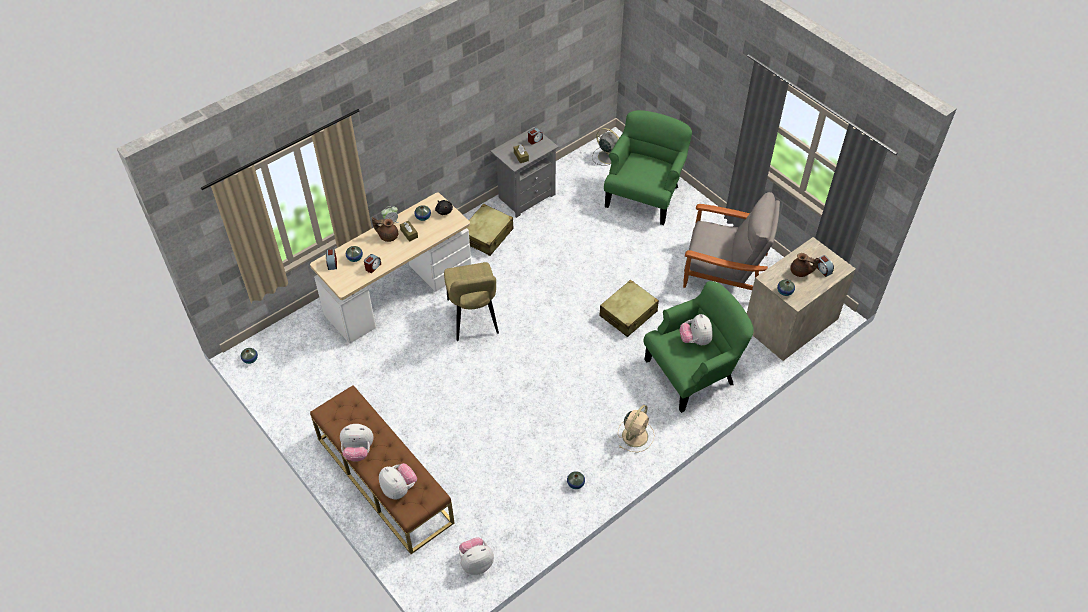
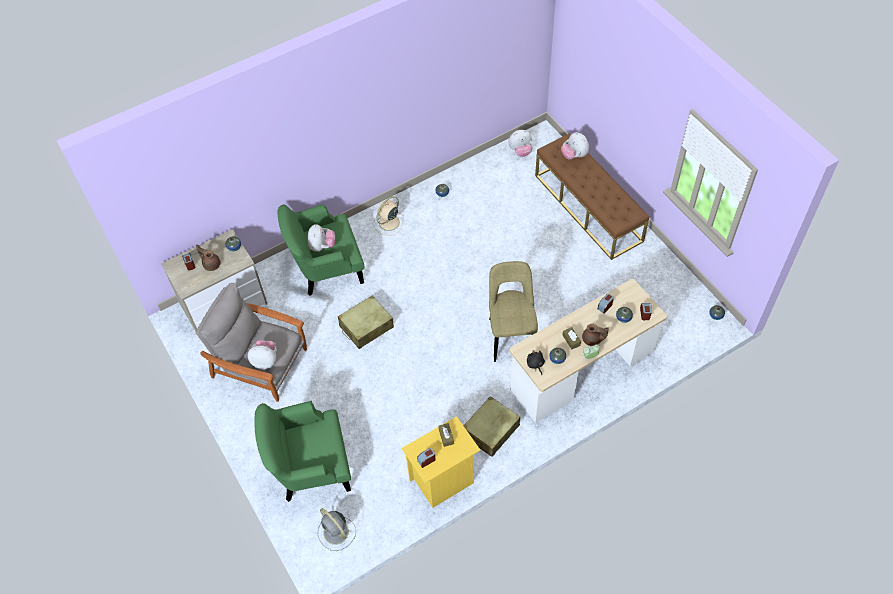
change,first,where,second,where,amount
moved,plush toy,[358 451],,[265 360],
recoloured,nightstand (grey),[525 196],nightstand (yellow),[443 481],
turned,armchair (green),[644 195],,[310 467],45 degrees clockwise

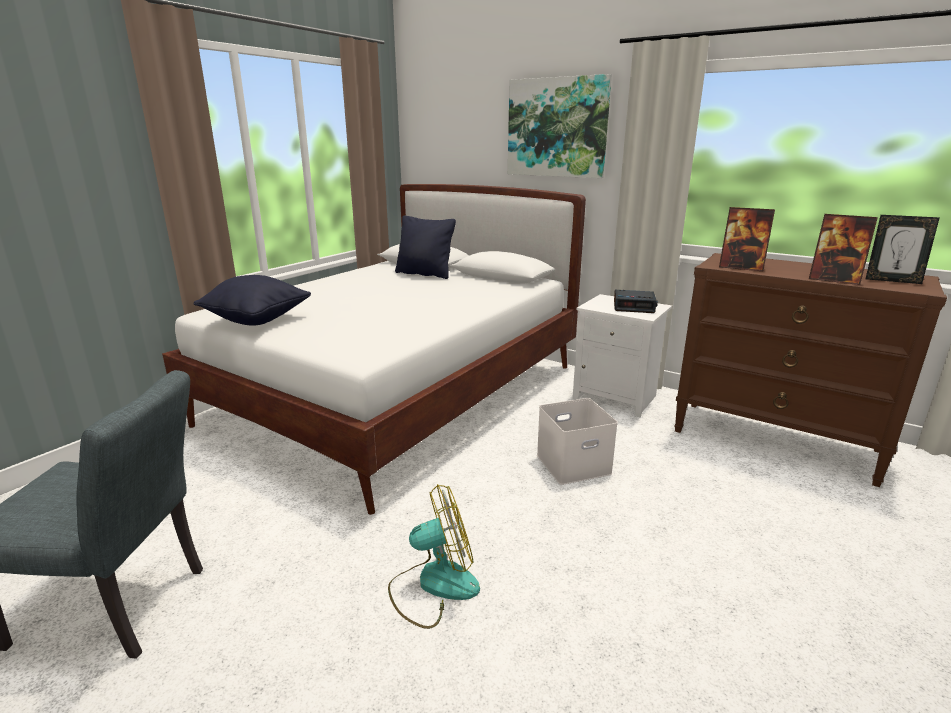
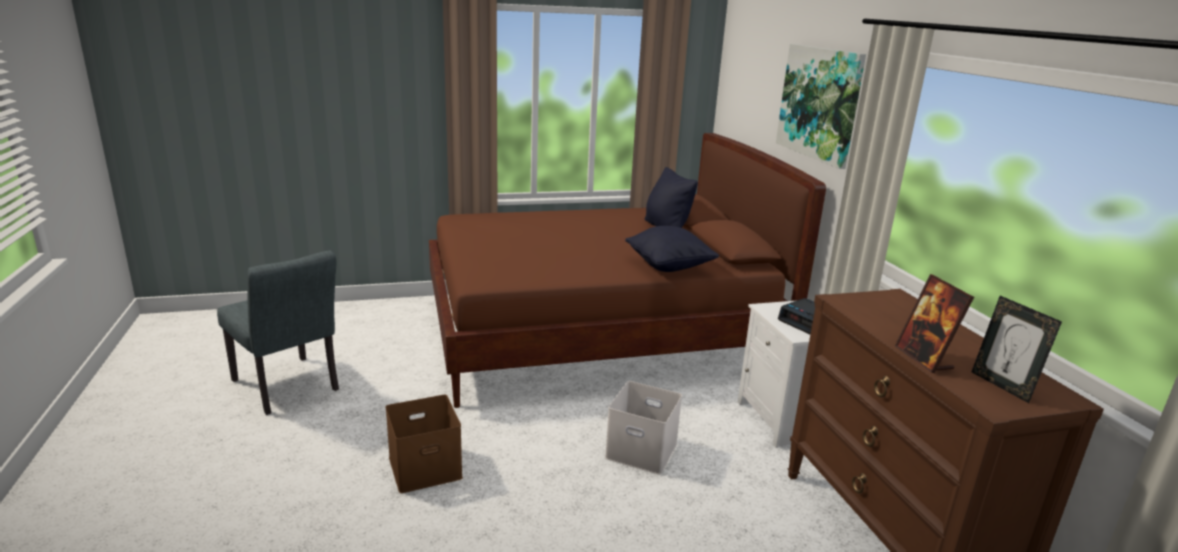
change,first,where,second,where,amount
removed,picture frame,[741 267],,,
moved,pillow (black),[257 320],,[669 266],
replaced,fan,[434 585],storage box (brown),[426 466],
recoloured,bed (white),[399 394],bed (brown),[597 334],

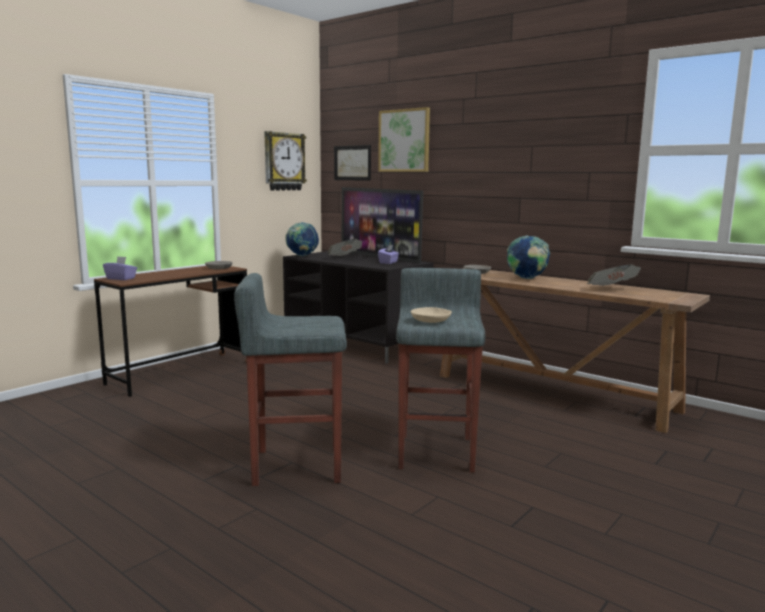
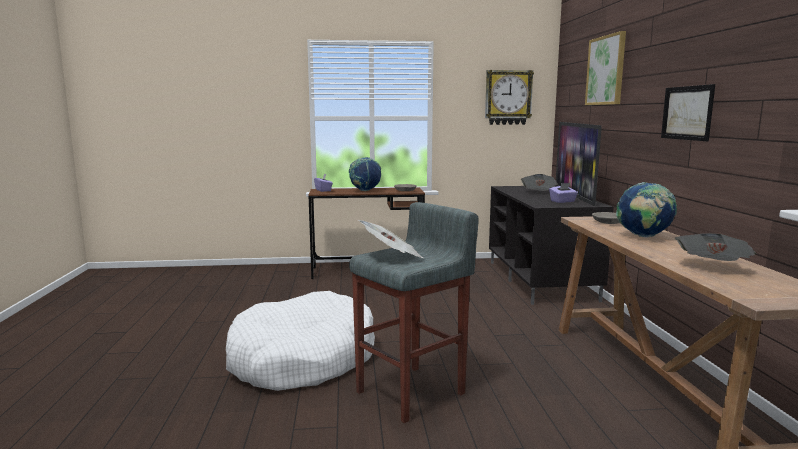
change,first,where,second,where,amount
moved,globe,[302 256],,[365 191],
moved,picture,[352 163],,[687 113],
replaced,stool (grey),[296 465],dog bed (white),[302 359],
replaced,bowl (beige),[431 320],newspaper,[391 256],

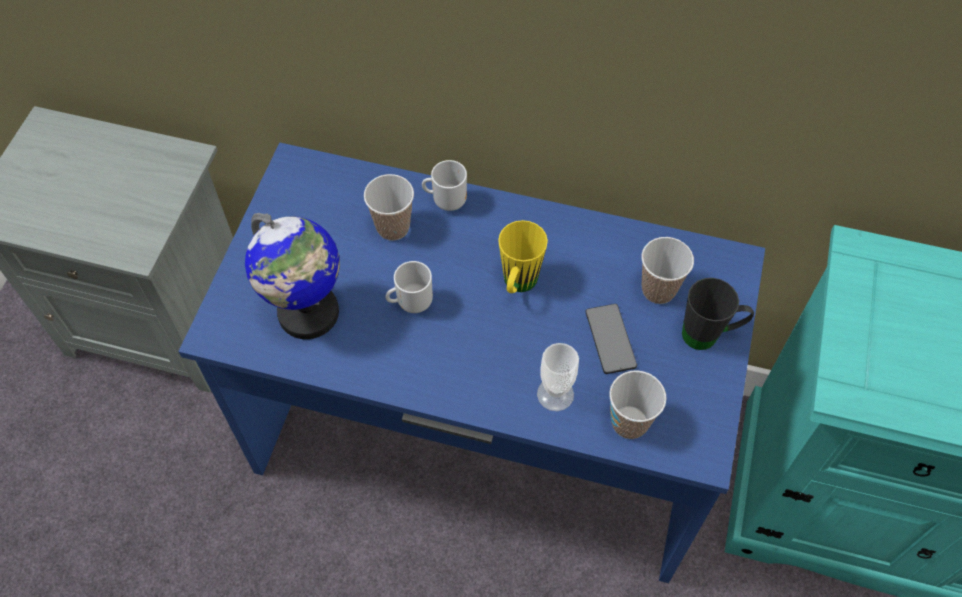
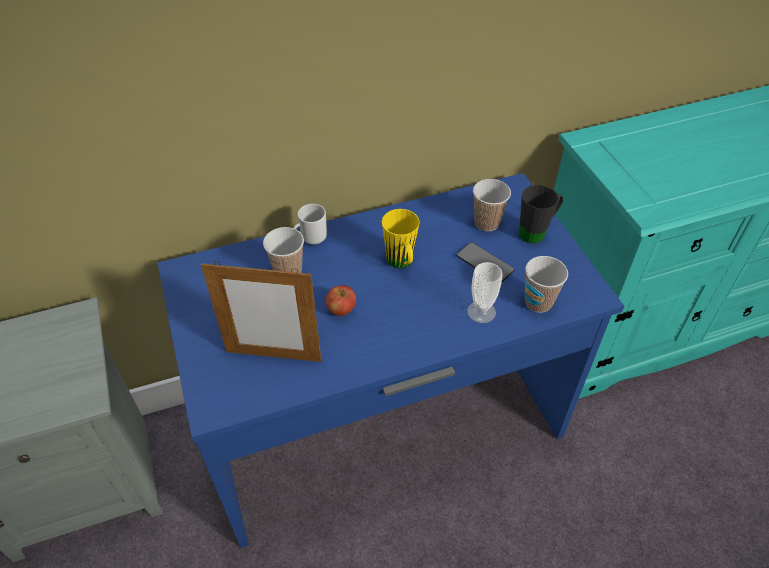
change,first,where,second,where,amount
replaced,globe,[308 313],picture frame,[273 356],
replaced,mug,[412 302],apple,[341 309],

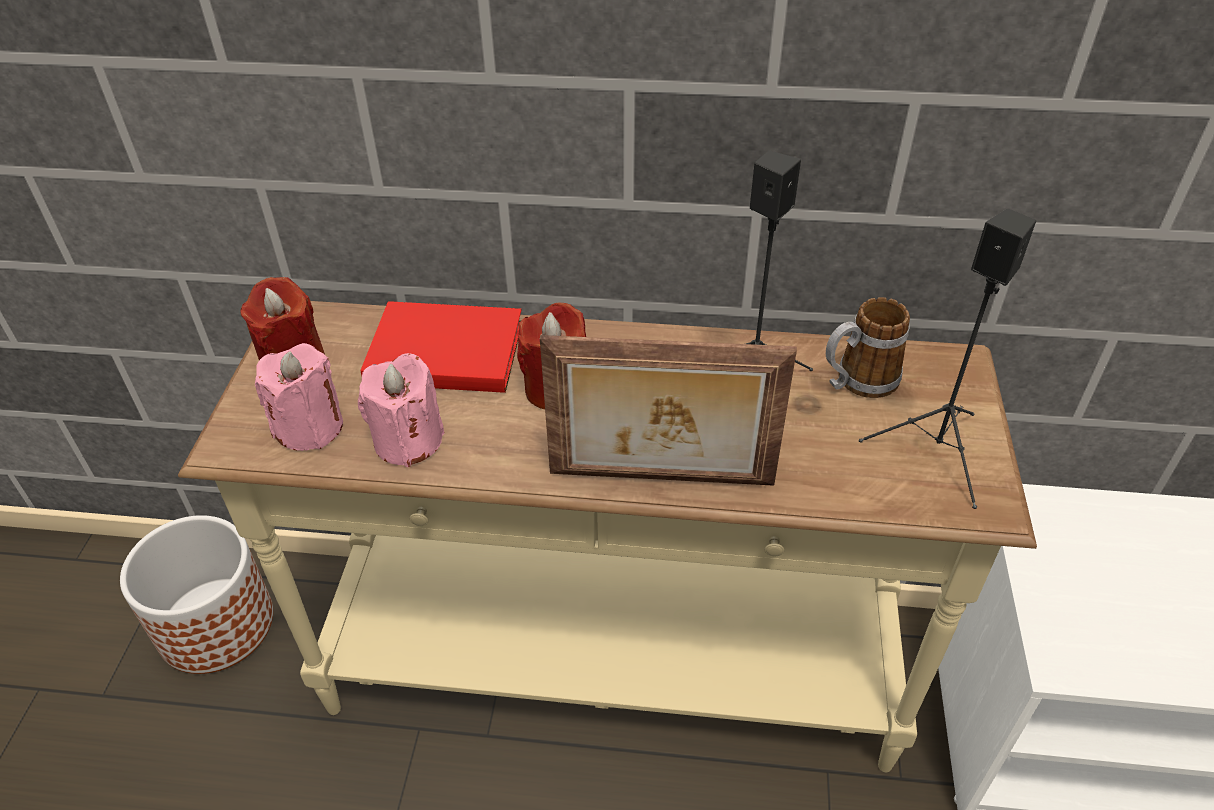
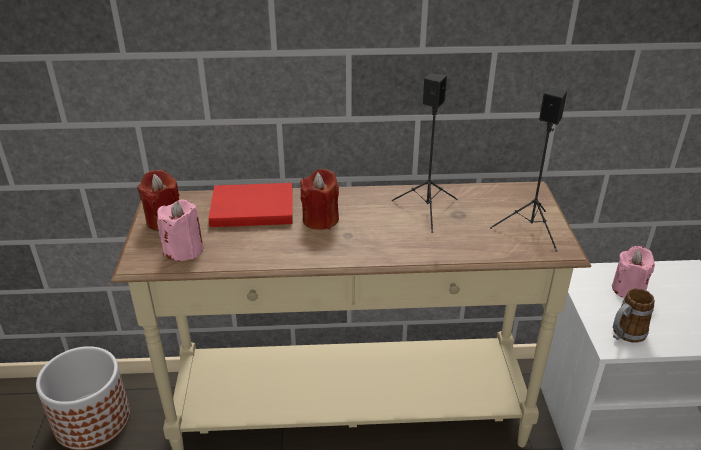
change,first,where,second,where,amount
removed,picture frame,[661 481],,,
moved,candle (pink),[408 440],,[628 289],
moved,mug,[857 383],,[624 334],

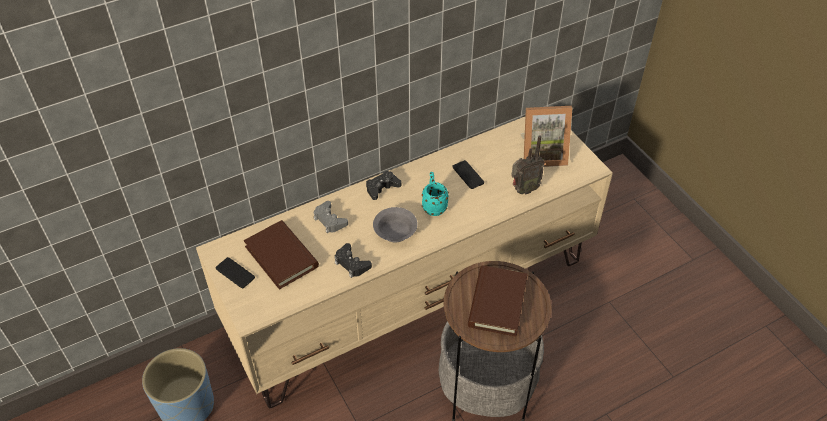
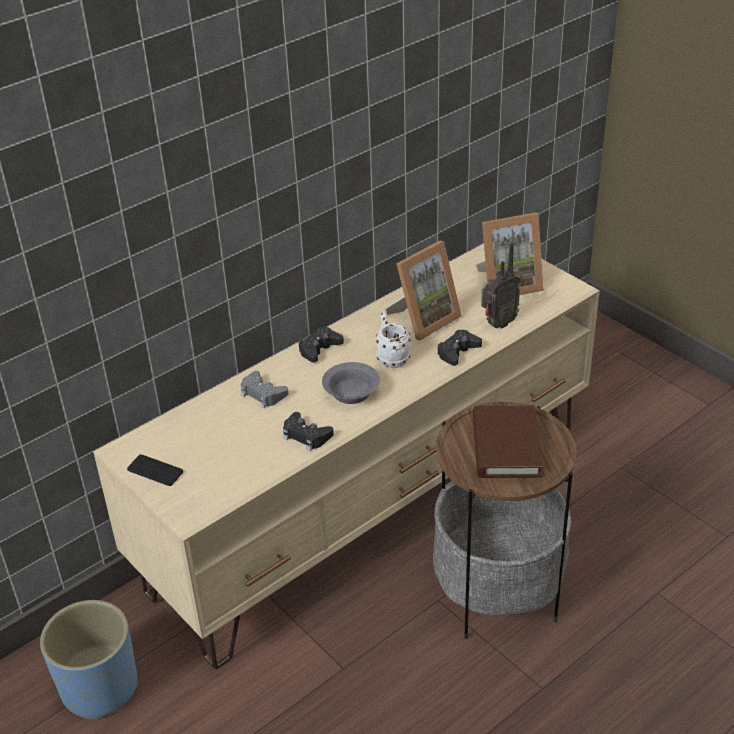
change,first,where,second,where,amount
removed,book (brown),[281 256],,,
added,,,game controller (black),[457 352],
replaced,phone,[468 175],picture frame,[423 319],
recoloured,mug (turquoise),[433 205],mug (white),[391 357],

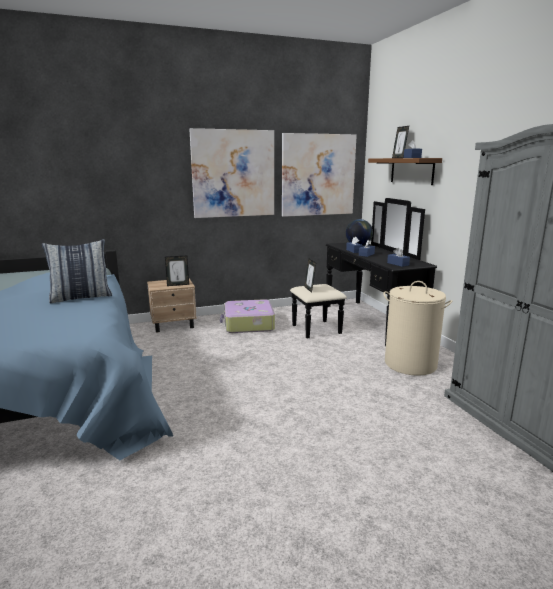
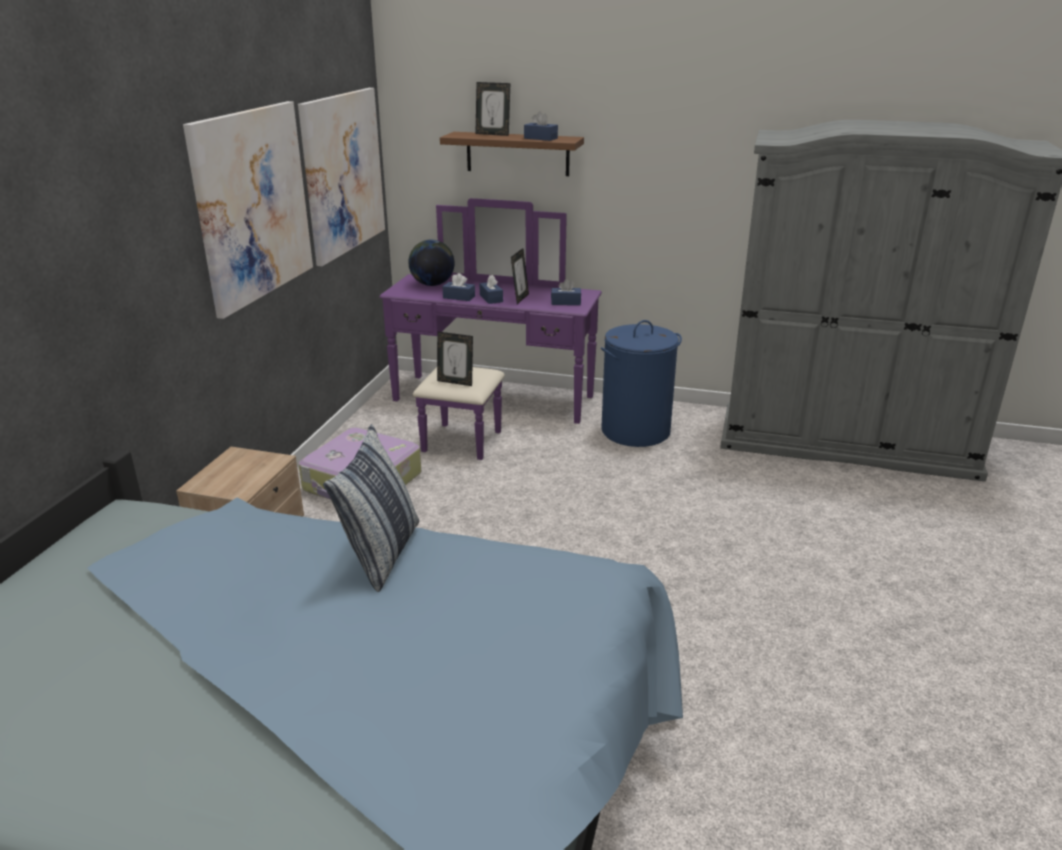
change,first,where,second,where,amount
moved,picture frame,[178 285],,[520 299],
recoloured,dresser (black),[358 323],dresser (purple),[487 408],
recoloured,laundry basket (beige),[410 364],laundry basket (blue),[635 431],

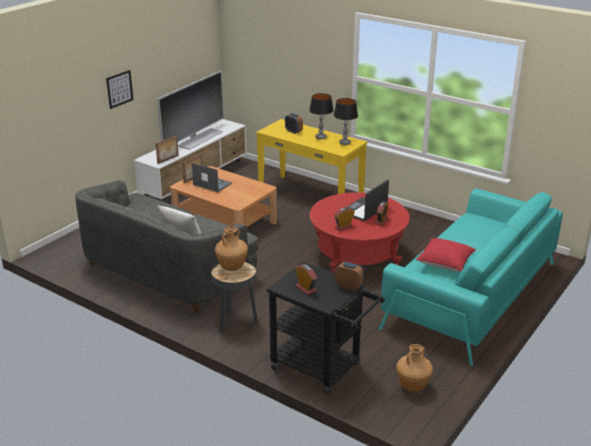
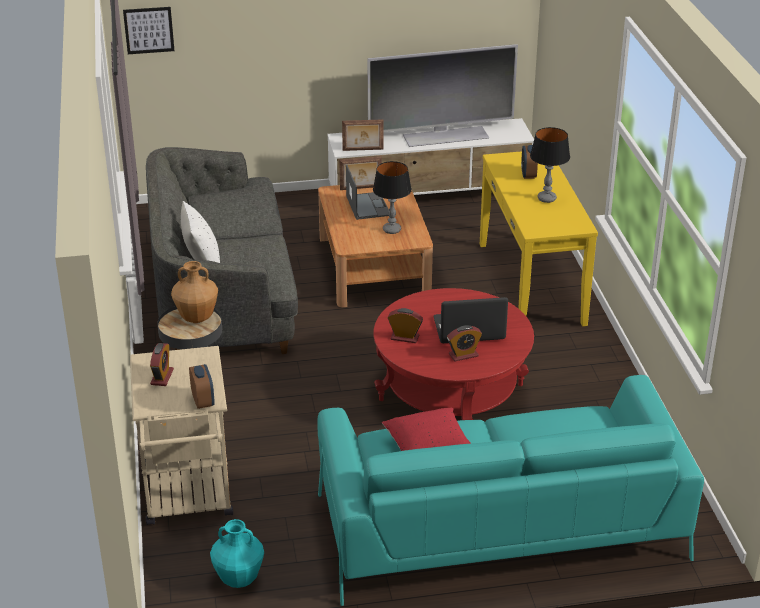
change,first,where,second,where,amount
moved,picture,[119 89],,[149 30],
moved,table lamp,[345 143],,[391 230],
recoloured,cart (black),[322 369],cart (beige),[188 496],
recoloured,vase (brown),[412 387],vase (turquoise),[238 579],

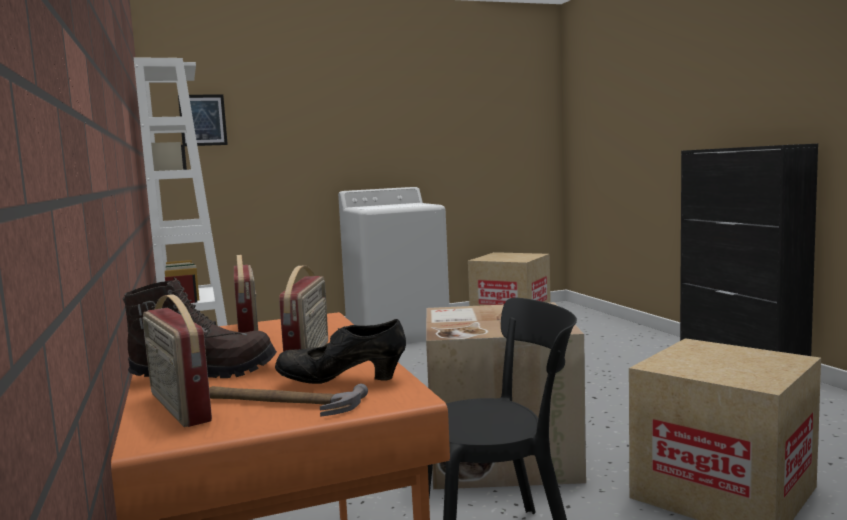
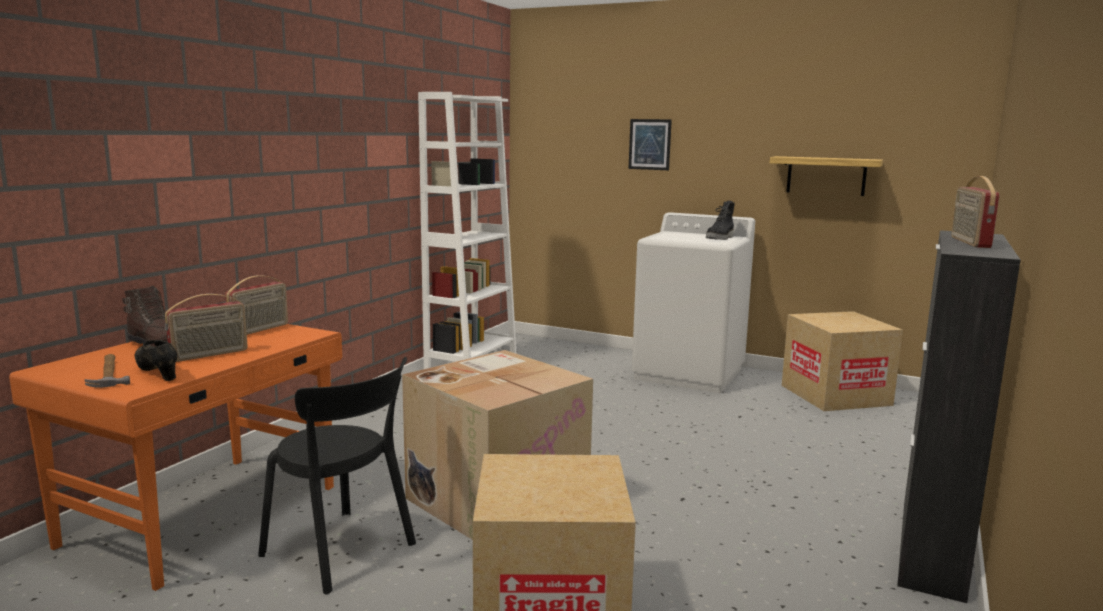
change,first,where,second,where,amount
added,,,boot (black),[720 238],
added,,,shelf,[826 176],
moved,radio,[177 408],,[969 242],
moved,picture,[203 120],,[649 144],

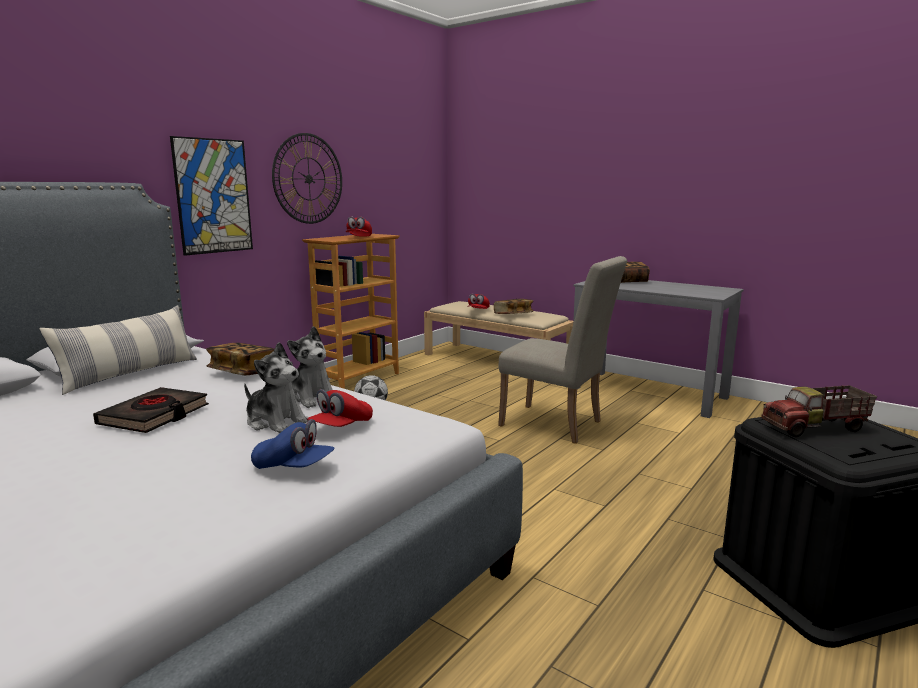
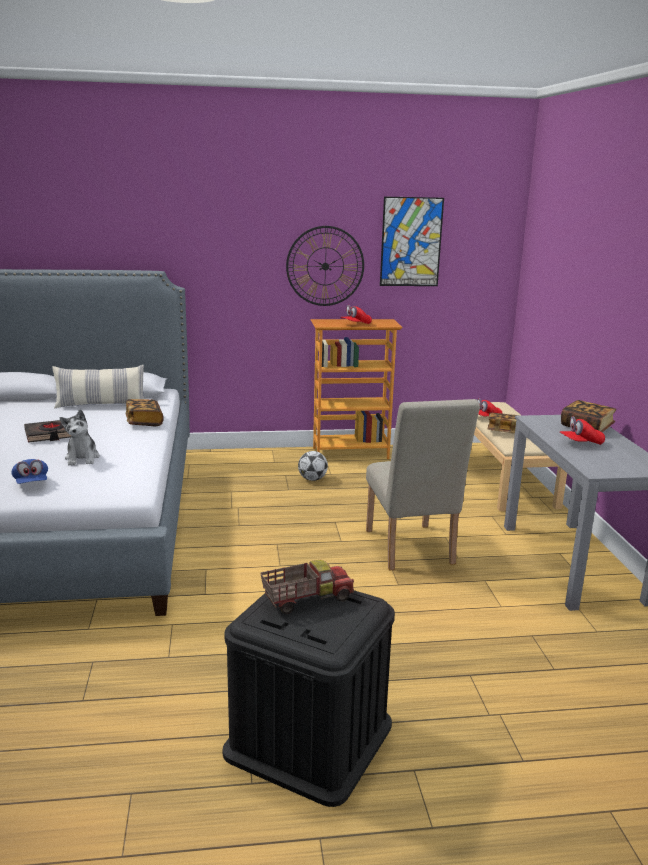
change,first,where,second,where,amount
removed,plush toy,[310 398],,,
moved,picture,[213 196],,[411 242],
moved,cap (red),[341 427],,[580 443],
turned,toy truck,[816 428],,[306 599],120 degrees clockwise

